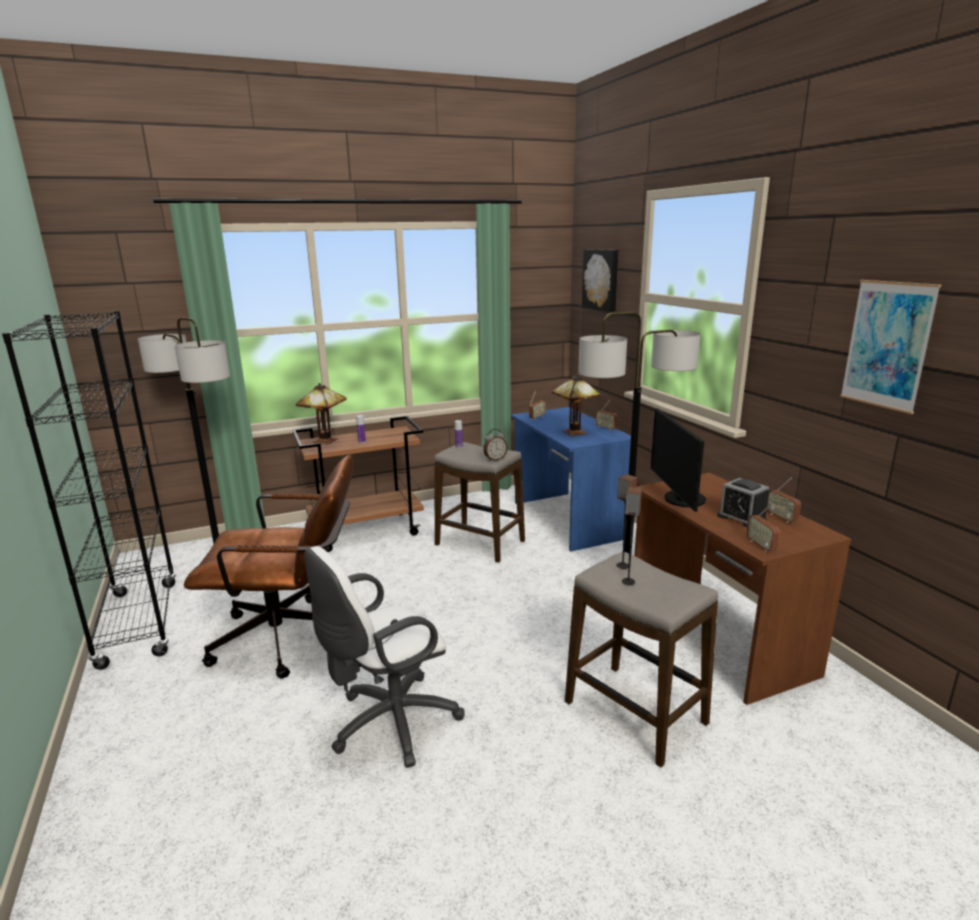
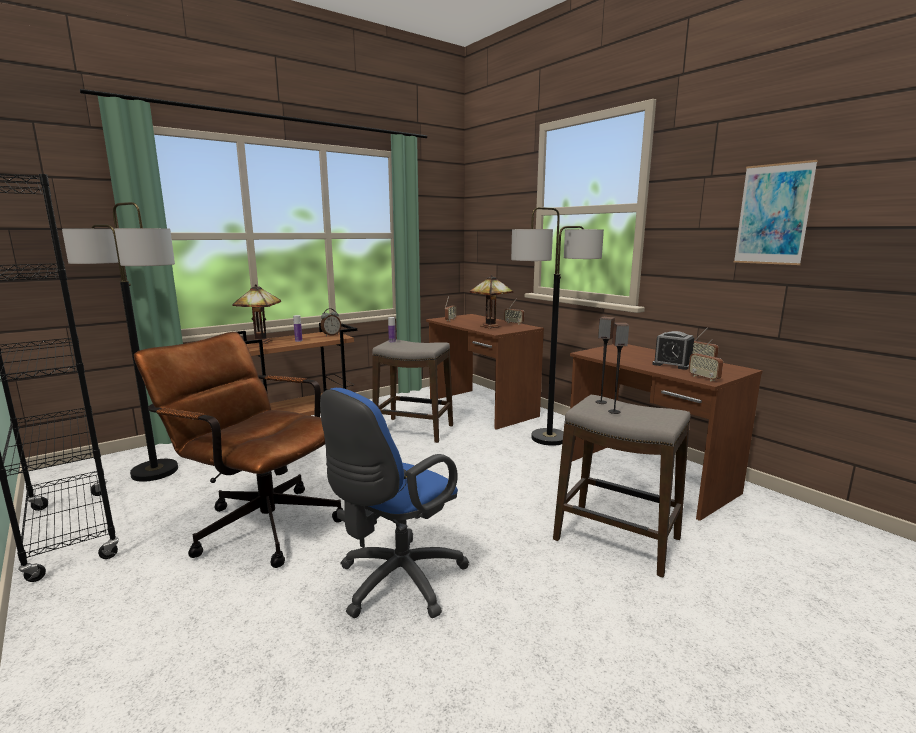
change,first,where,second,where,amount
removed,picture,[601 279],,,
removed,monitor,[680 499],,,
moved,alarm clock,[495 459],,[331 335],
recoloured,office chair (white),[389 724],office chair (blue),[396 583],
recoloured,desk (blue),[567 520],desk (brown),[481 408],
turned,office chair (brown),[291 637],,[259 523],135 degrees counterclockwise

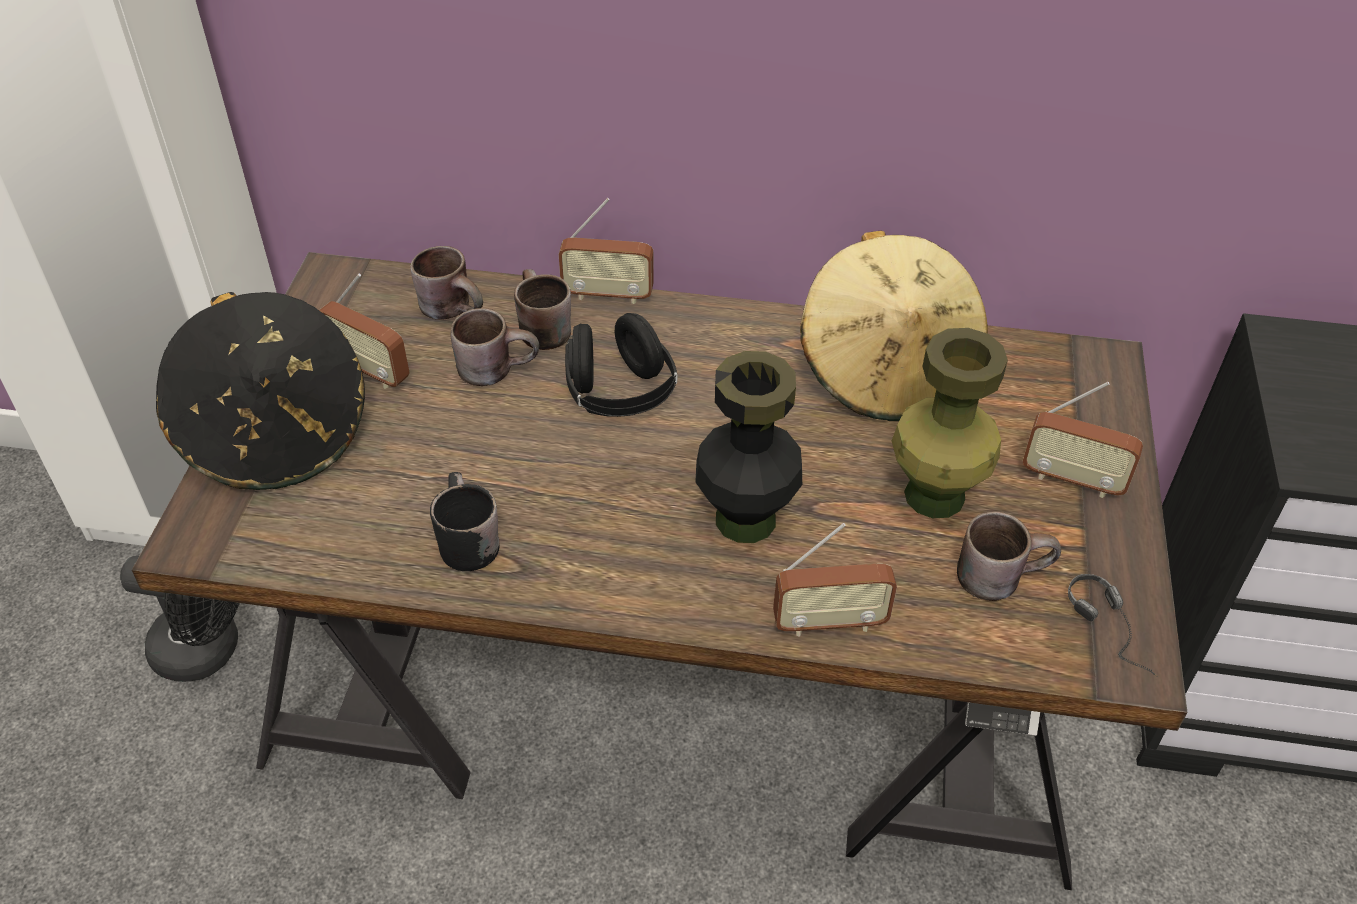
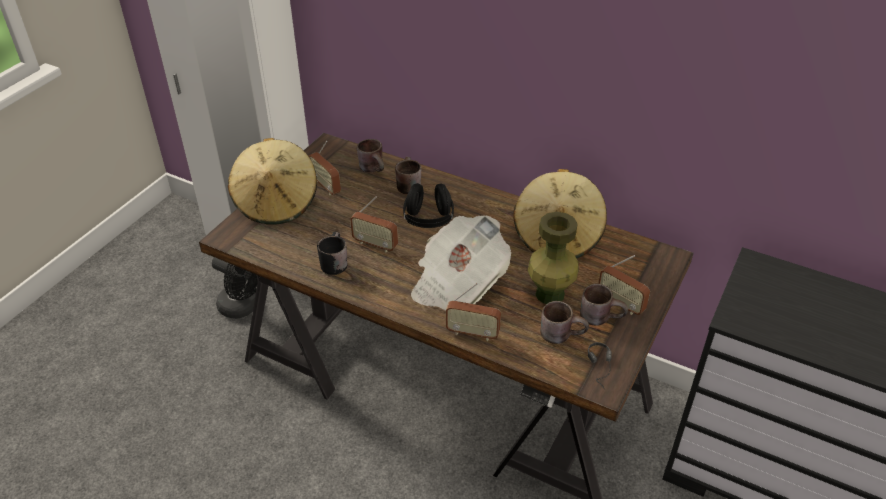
change,first,where,second,where,amount
moved,mug (brown),[496 367],,[601 316],
moved,radio,[607 295],,[375 244],
replaced,vase (black),[745 520],newspaper,[457 283],
recoloured,hat (black),[276 434],hat (beige),[277 203],

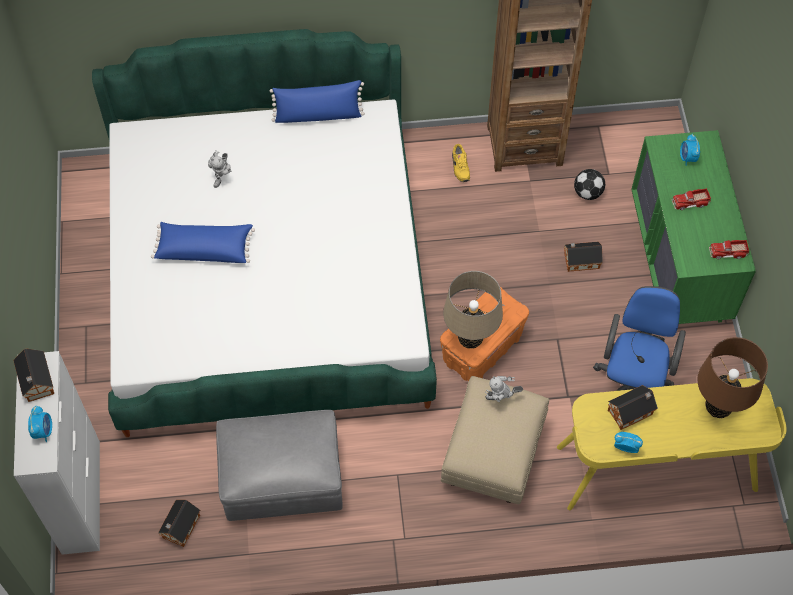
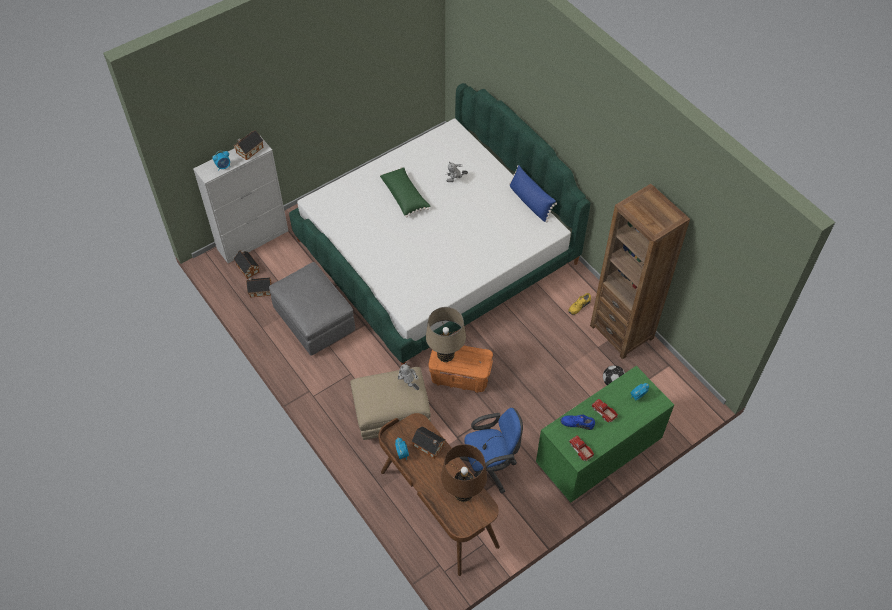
change,first,where,second,where,amount
added,,,shoe (blue),[577 423],
moved,toy house,[580 260],,[247 267],
recoloured,pillow (blue),[204 248],pillow (green),[405 196],
recoloured,desk (yellow),[657 470],desk (brown),[437 509],

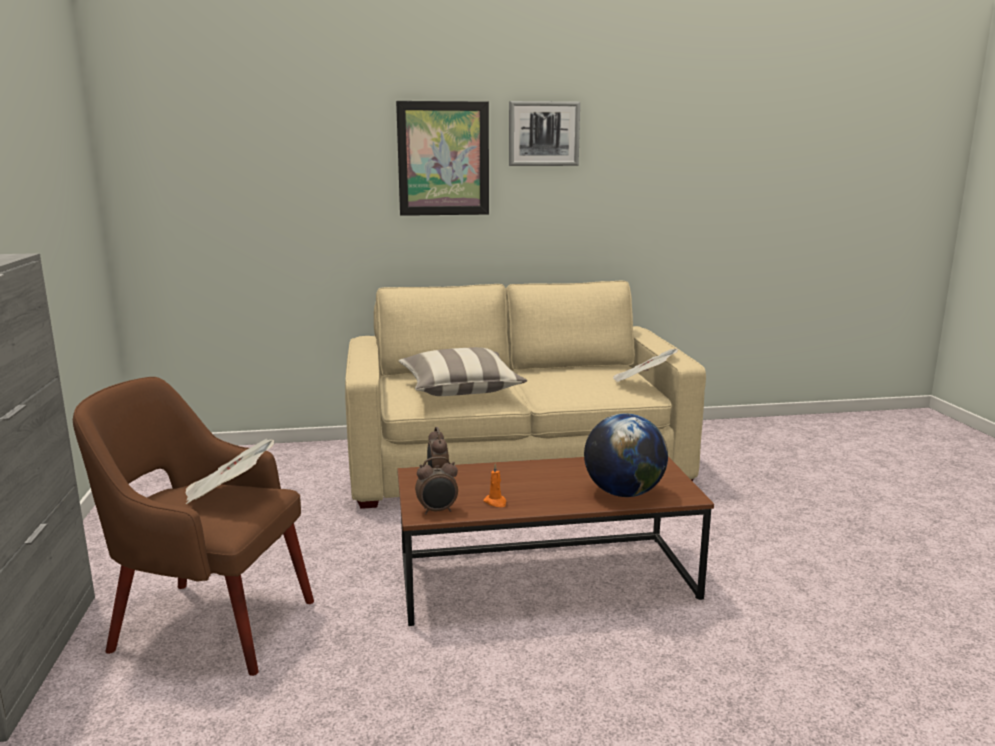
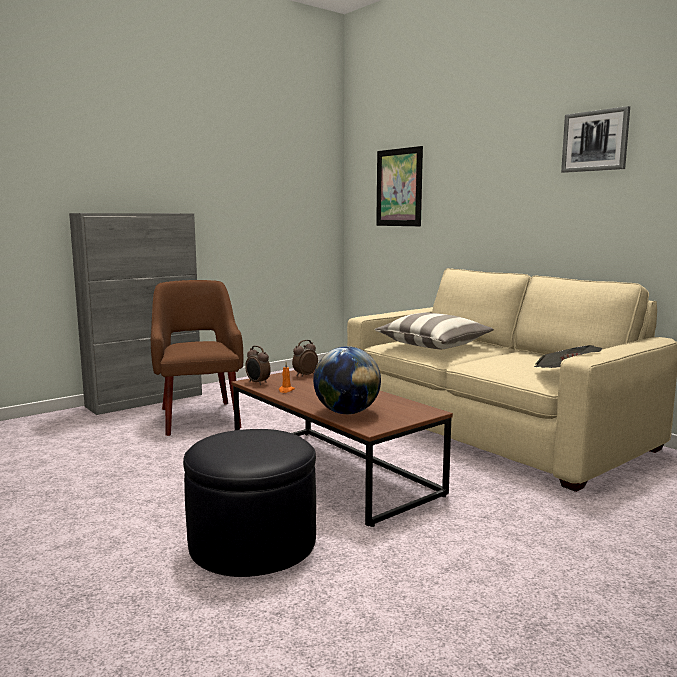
change,first,where,second,where,amount
removed,newspaper,[228 493],,,
added,,,ottoman (black),[252 542],
moved,picture,[443 159],,[399 187],

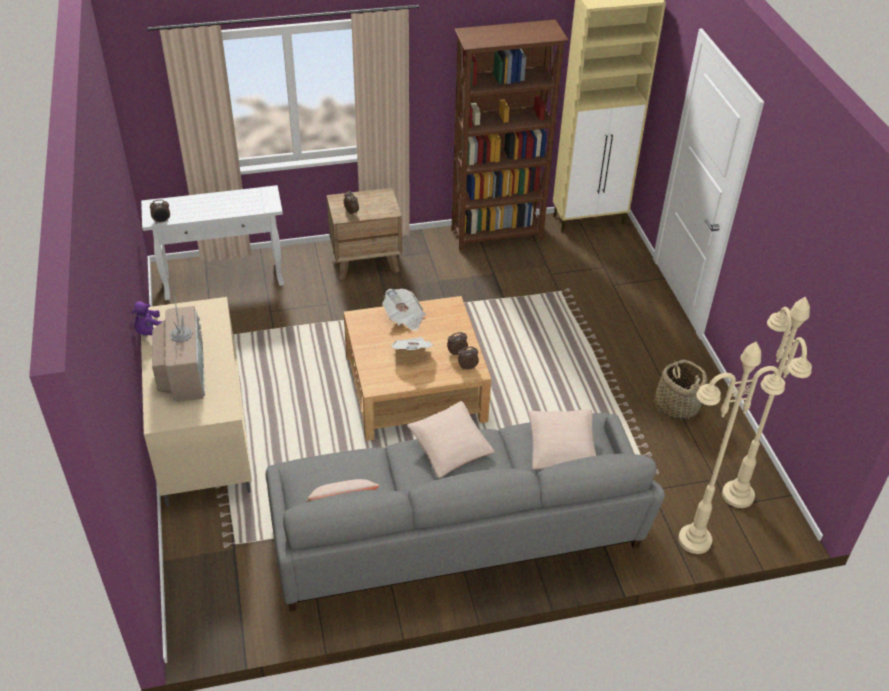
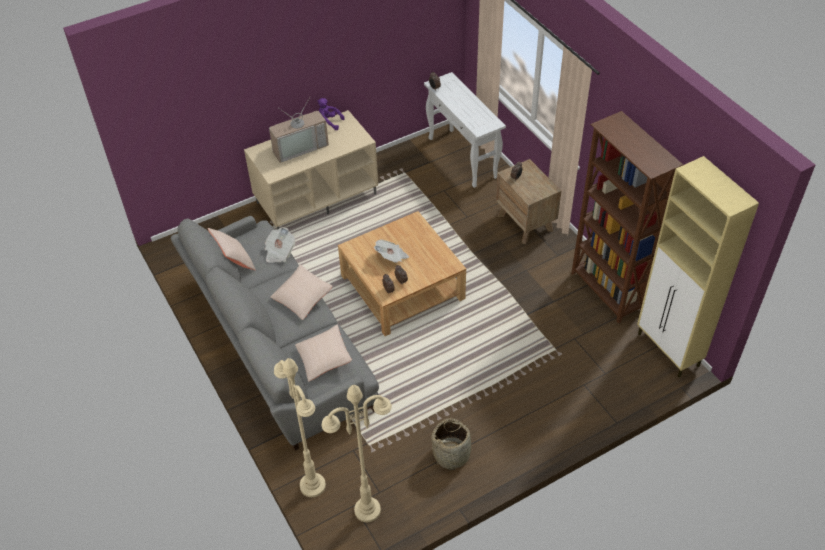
change,first,where,second,where,amount
moved,newspaper,[404 318],,[279 252],

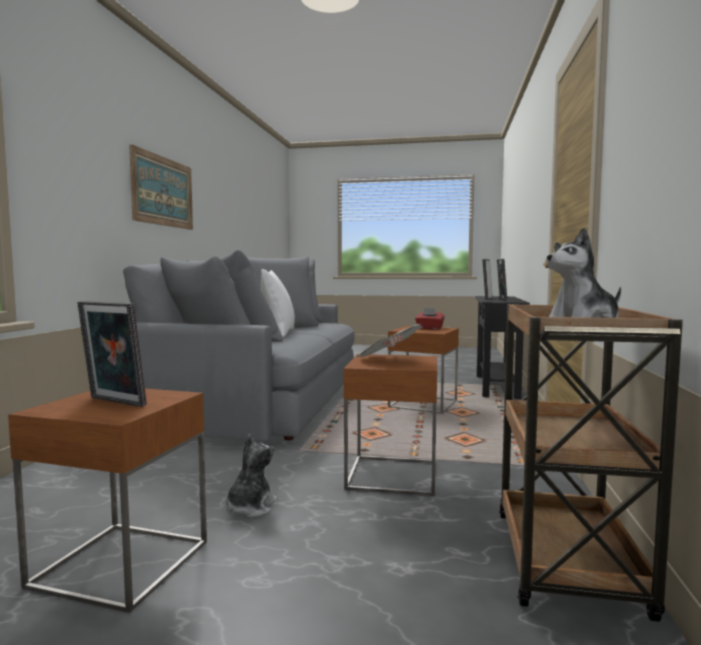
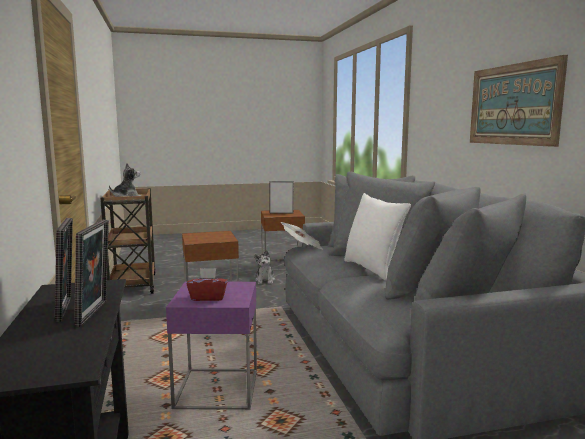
change,first,where,second,where,amount
moved,newspaper,[388 360],,[302 247],
recoloured,side table (brown),[423 404],side table (purple),[217 389],

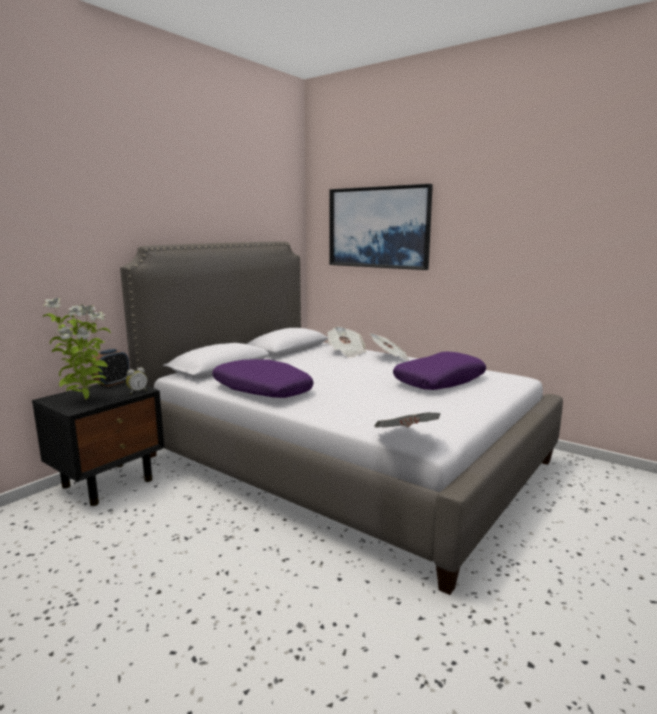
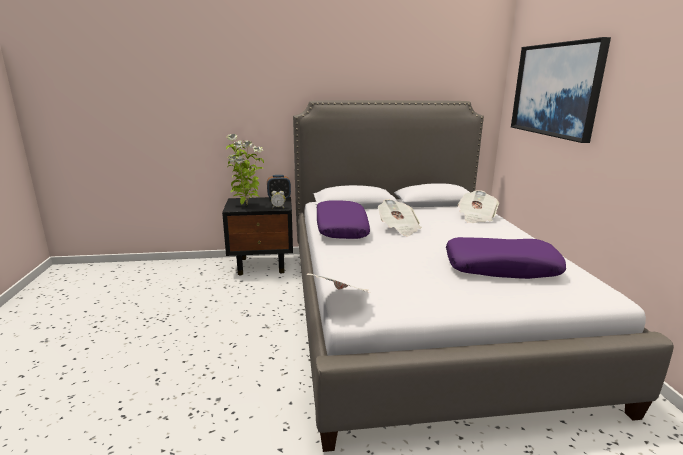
change,first,where,second,where,amount
moved,newspaper,[390 358],,[399 228],

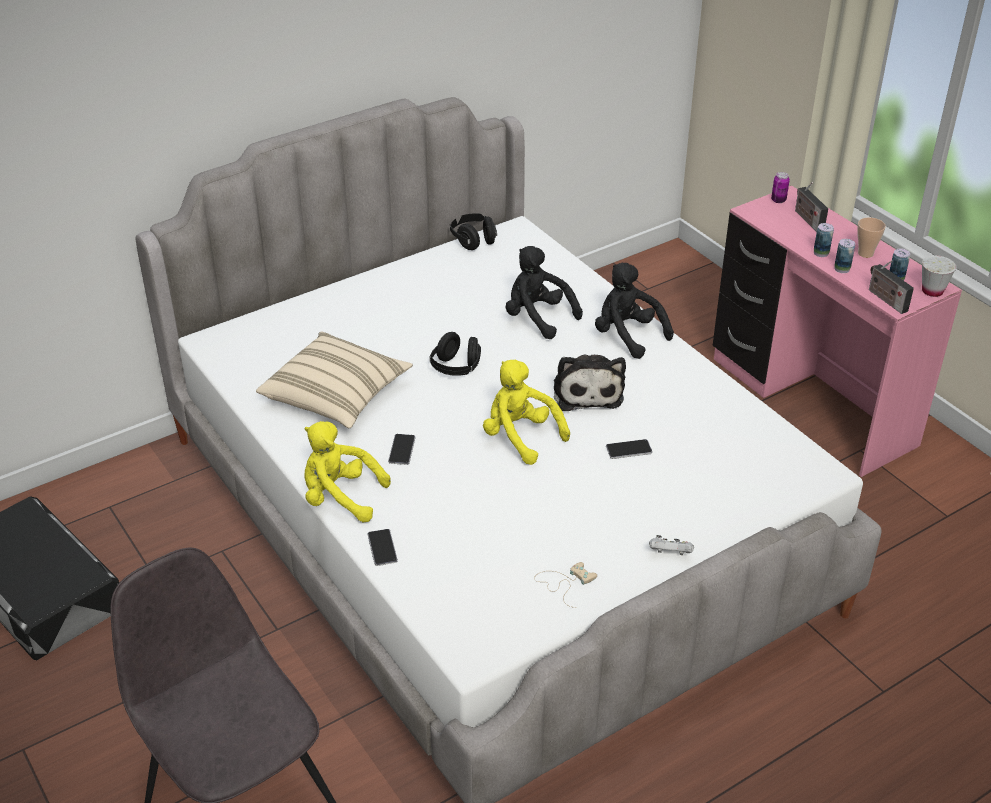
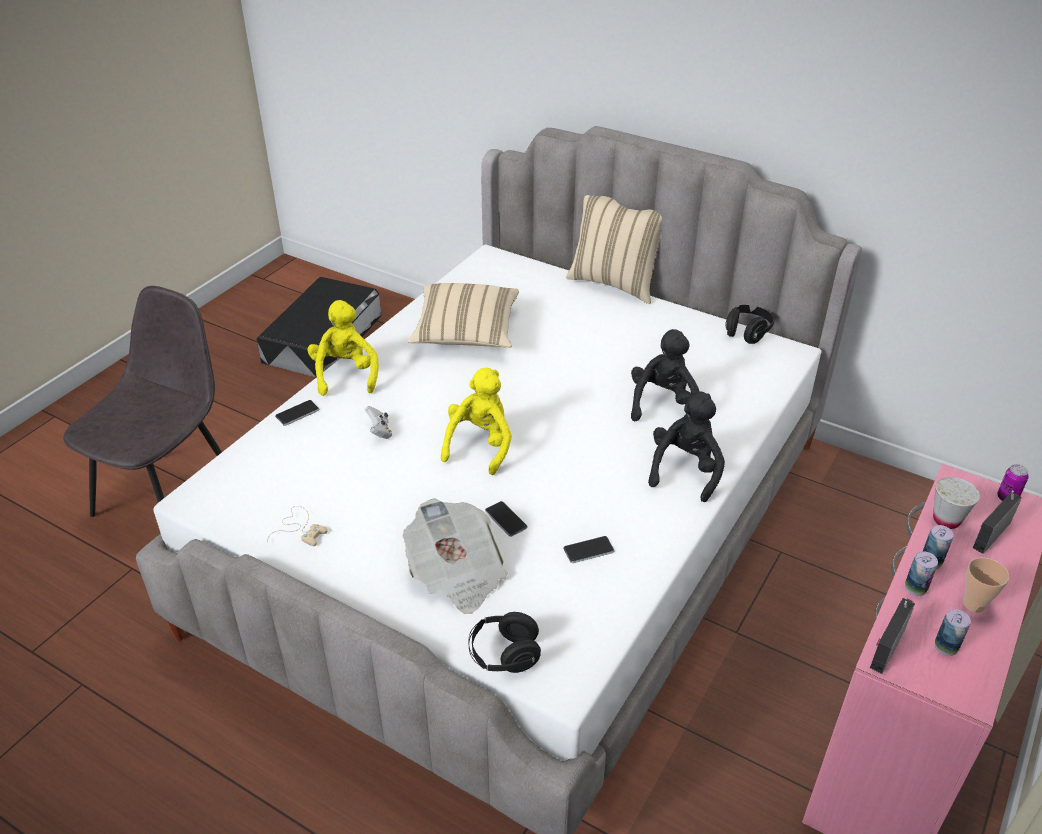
change,first,where,second,where,amount
removed,plush toy,[587 391],,,
added,,,newspaper,[457 574],
added,,,pillow (beige),[615 283],
moved,phone,[402 450],,[588 550],
moved,headphones (black),[456 368],,[504 655],
moved,game controller (white),[670 554],,[380 431],
moved,cup (white),[932 291],,[946 520],

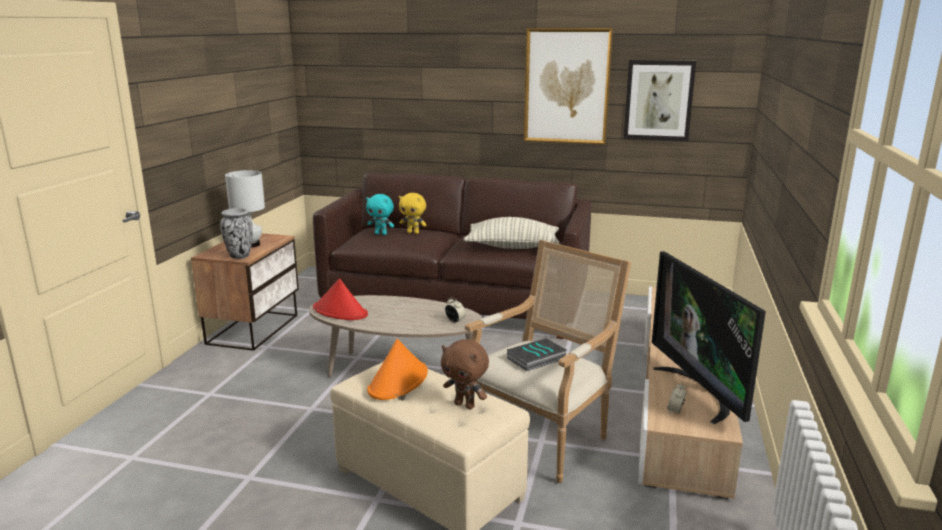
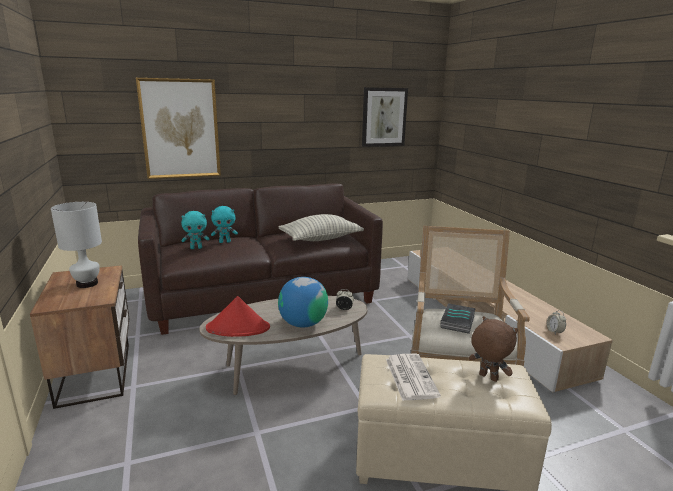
change,first,where,second,where,amount
removed,vase,[239 256],,,
removed,television,[700 392],,,
added,,,globe,[303 323],
moved,picture,[567 86],,[180 129],
replaced,hat (orange),[398 381],newspaper,[410 376],
recoloured,plush toy (yellow),[413 232],plush toy (turquoise),[225 242],
turned,plush toy (brown),[465 405],,[487 377],135 degrees counterclockwise

